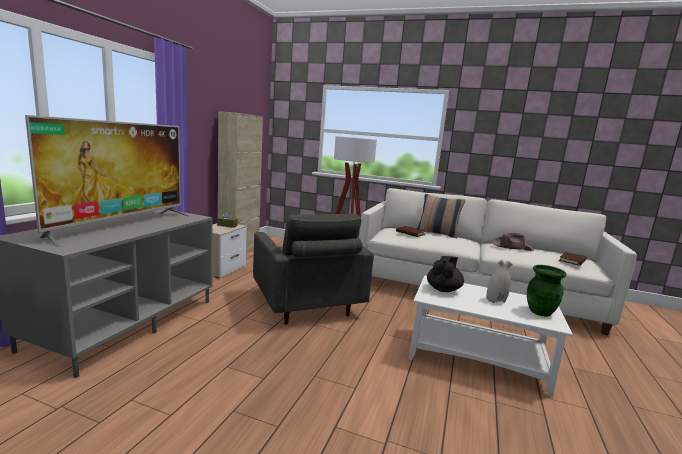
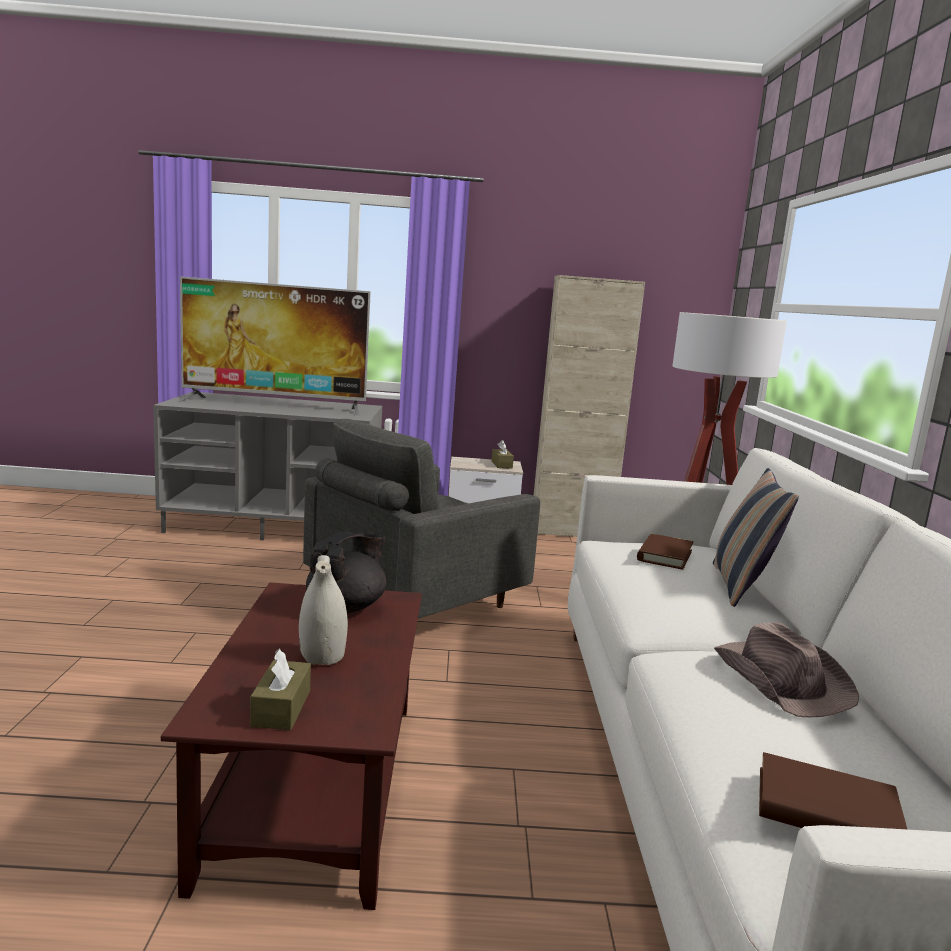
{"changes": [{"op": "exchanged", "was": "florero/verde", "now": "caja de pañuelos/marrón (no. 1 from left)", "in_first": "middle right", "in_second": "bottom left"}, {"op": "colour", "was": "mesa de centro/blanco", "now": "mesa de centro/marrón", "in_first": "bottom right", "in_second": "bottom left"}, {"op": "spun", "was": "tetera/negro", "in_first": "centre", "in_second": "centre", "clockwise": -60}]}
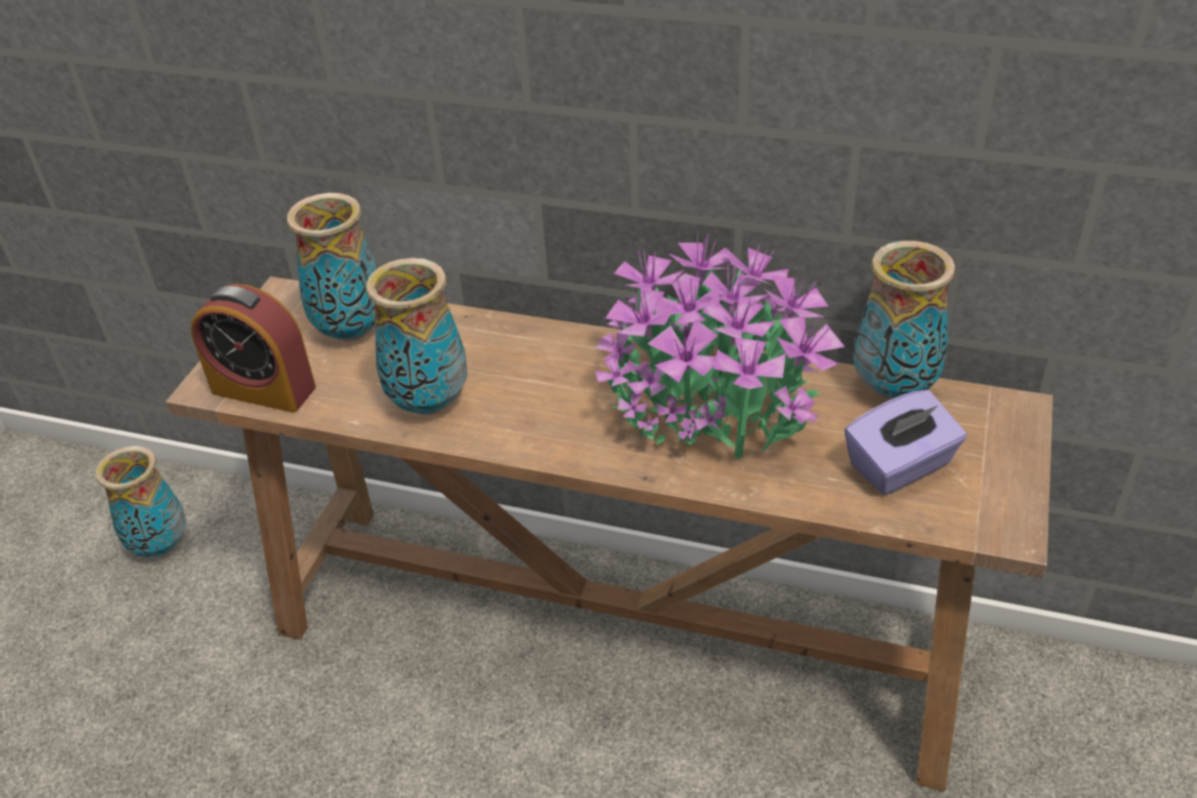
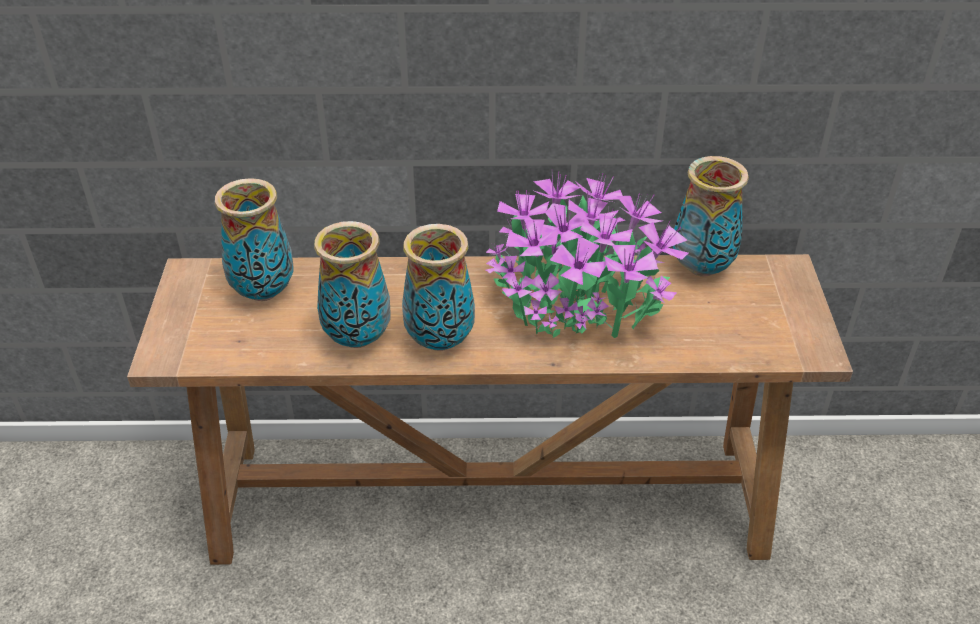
{"changes": [{"op": "missing", "was": "despertador", "in_first": "middle left"}, {"op": "missing", "was": "caja de pañuelos/morado", "in_first": "middle right"}, {"op": "relocated", "was": "florero (no. 1 from left in the first image)", "now": "florero (no. 3 from left)", "in_first": "middle left", "in_second": "centre"}]}
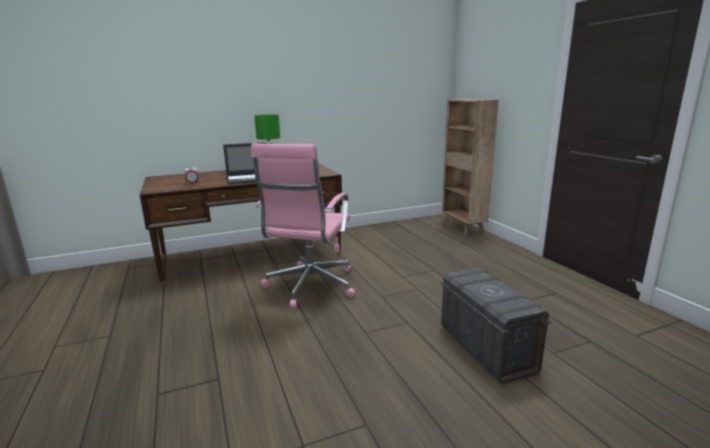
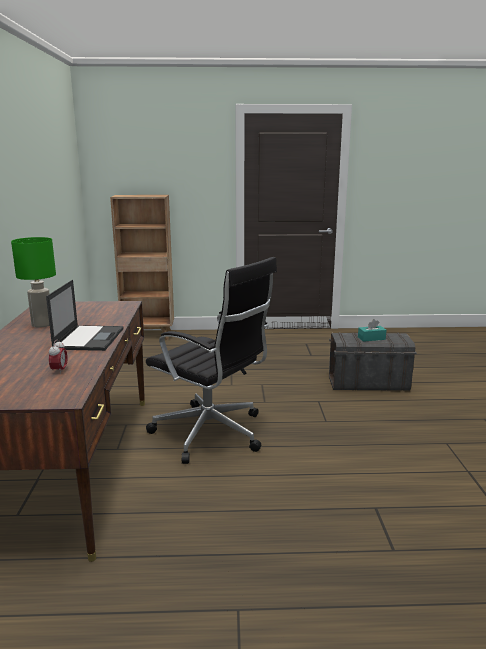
{"changes": [{"op": "appeared", "now": "caja de pañuelos/turquesa", "in_second": "middle right"}, {"op": "colour", "was": "silla de oficina/rosa", "now": "silla de oficina/negro", "in_first": "centre", "in_second": "centre"}]}
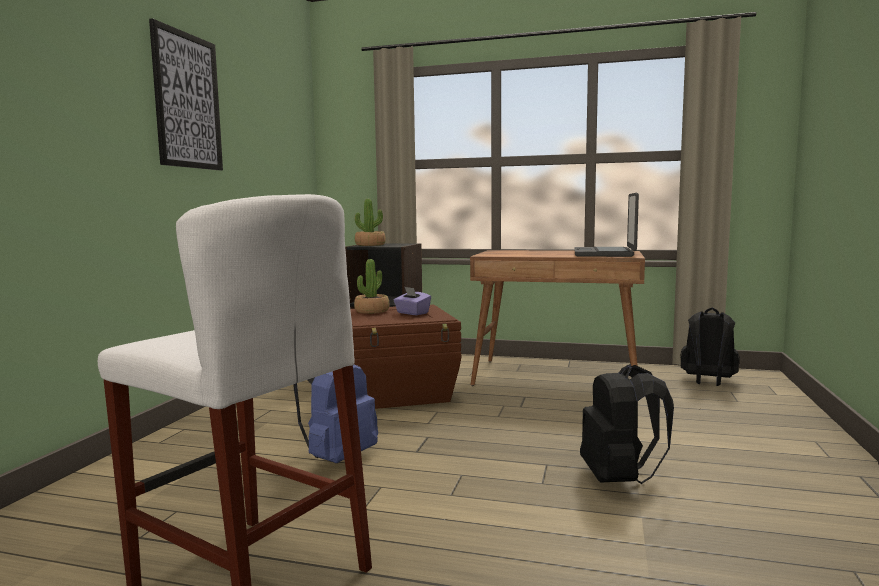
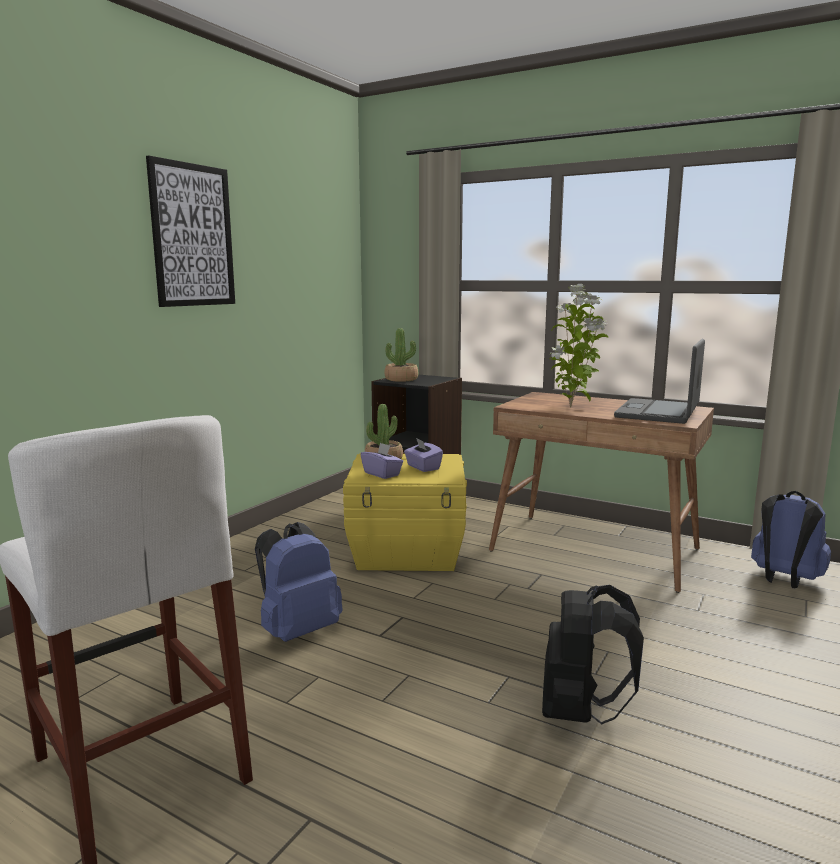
{"changes": [{"op": "appeared", "now": "caja de pañuelos/morado (no. 1 from left)", "in_second": "centre"}, {"op": "appeared", "now": "planta en maceta (no. 3 from left)", "in_second": "middle right"}, {"op": "colour", "was": "caja de almacenaje/marrón", "now": "caja de almacenaje/amarillo", "in_first": "centre", "in_second": "centre"}, {"op": "colour", "was": "mochila/negro (no. 2 from left)", "now": "mochila/azul (no. 2 from left)", "in_first": "middle right", "in_second": "middle right"}]}
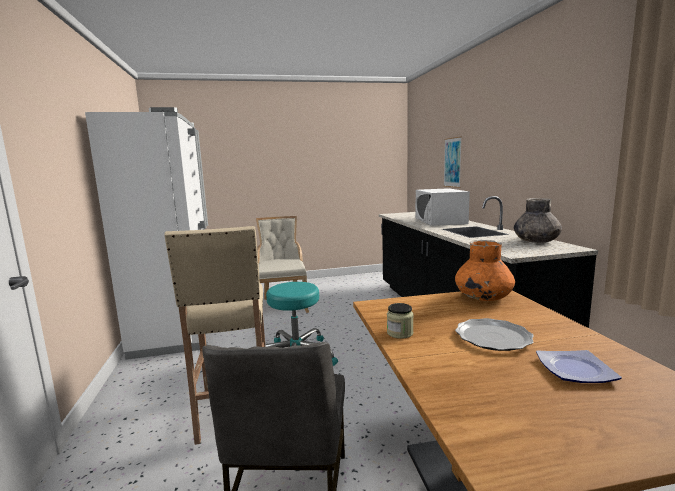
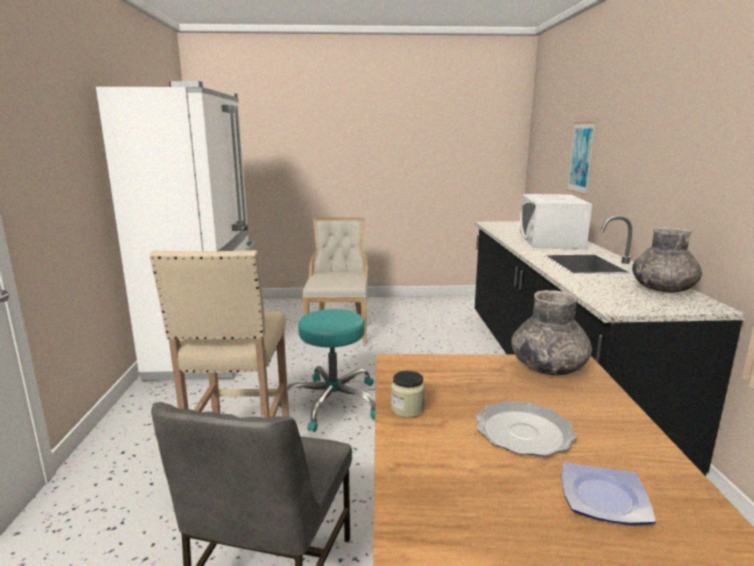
{"changes": [{"op": "colour", "was": "florero/naranja", "now": "florero/gris (no. 1 from left)", "in_first": "middle right", "in_second": "middle right"}]}
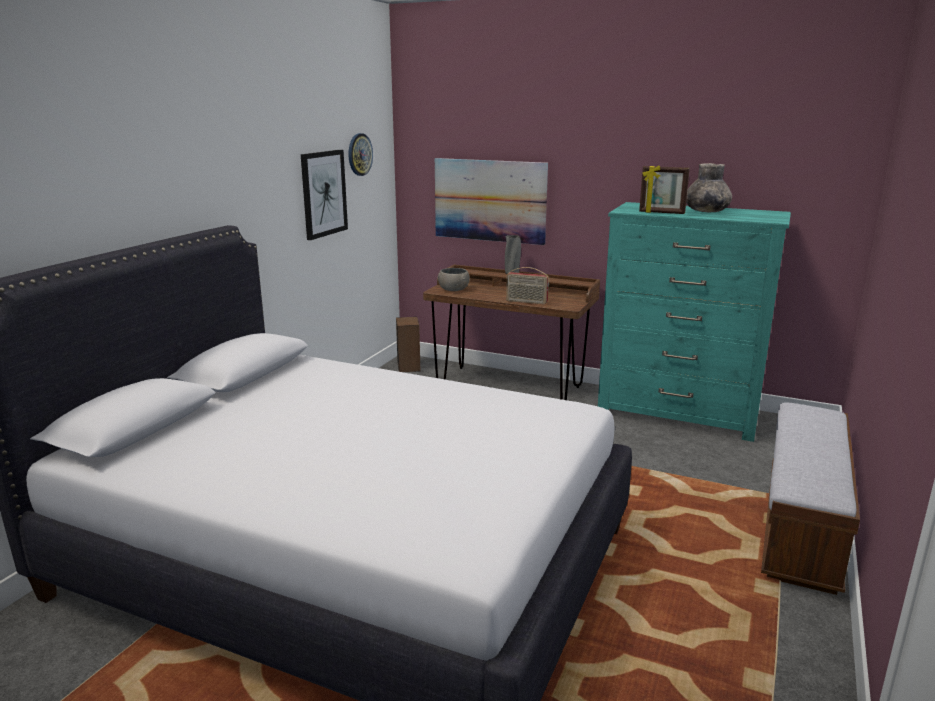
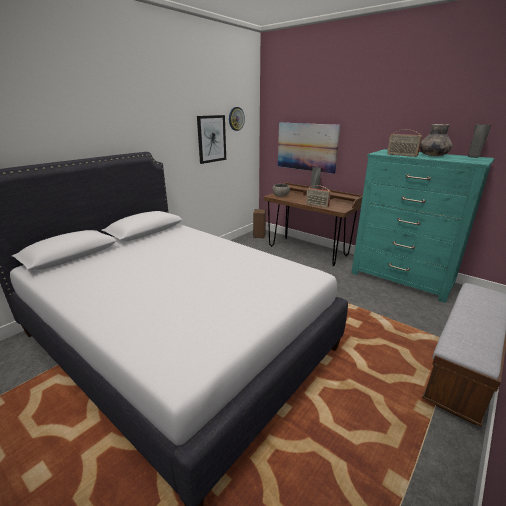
{"changes": [{"op": "appeared", "now": "florero/gris (no. 3 from left)", "in_second": "top right"}, {"op": "exchanged", "was": "portarretratos", "now": "radio (no. 2 from left)", "in_first": "top right", "in_second": "top right"}]}
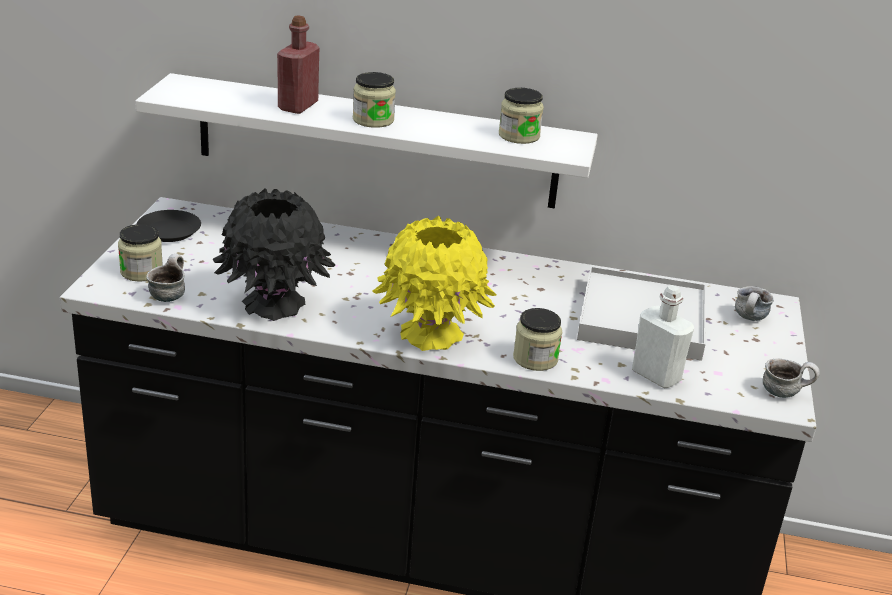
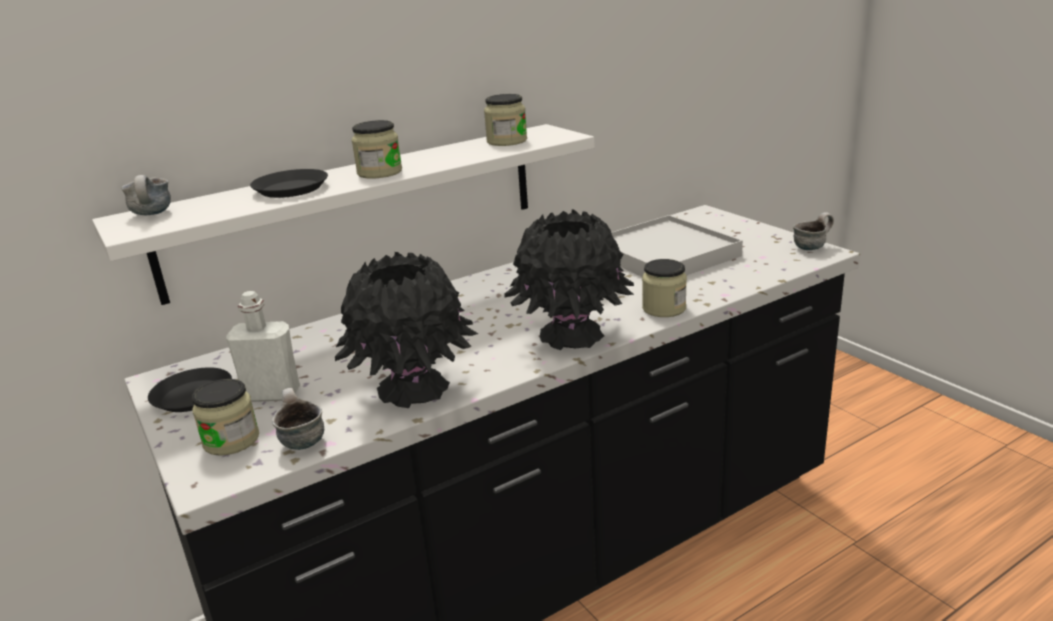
{"changes": [{"op": "relocated", "was": "botella/blanco", "in_first": "middle right", "in_second": "middle left"}, {"op": "relocated", "was": "taza grande (no. 2 from left in the first image)", "now": "taza grande (no. 1 from left)", "in_first": "middle right", "in_second": "top left"}, {"op": "exchanged", "was": "botella/rojo", "now": "plato/negro (no. 2 from left)", "in_first": "top centre", "in_second": "top left"}, {"op": "colour", "was": "florero/amarillo", "now": "florero/negro (no. 2 from left)", "in_first": "centre", "in_second": "centre"}]}
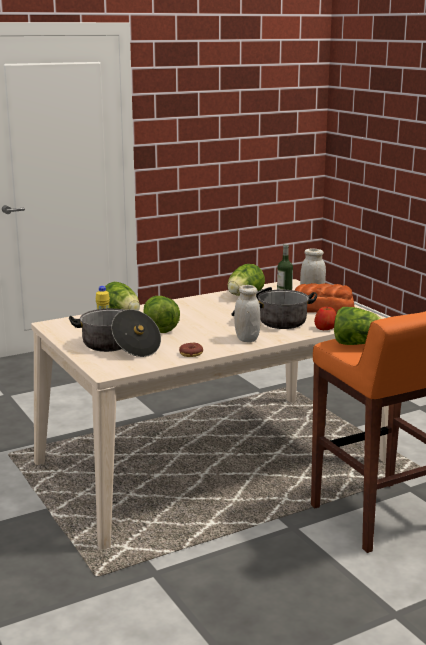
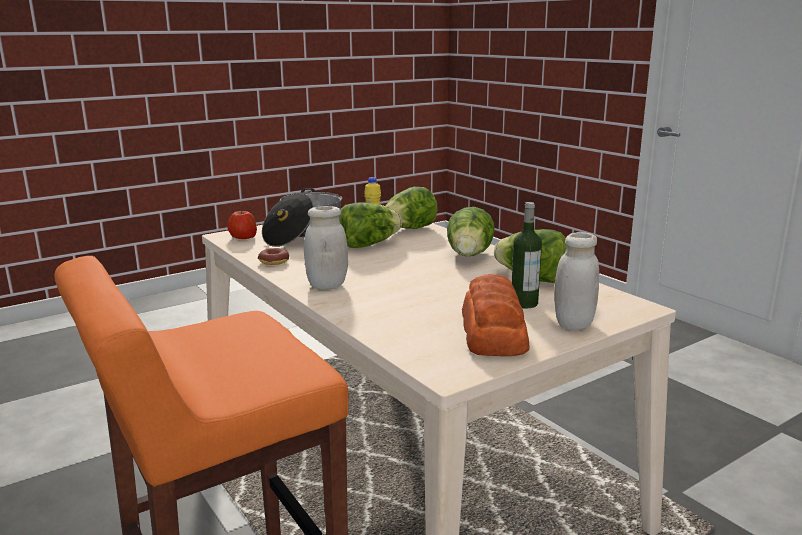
{"changes": [{"op": "missing", "was": "olla (no. 2 from left)", "in_first": "centre"}, {"op": "relocated", "was": "manzana", "in_first": "middle right", "in_second": "middle left"}, {"op": "relocated", "was": "lechuga (no. 4 from left in the first image)", "now": "lechuga (no. 3 from left)", "in_first": "middle right", "in_second": "centre"}]}
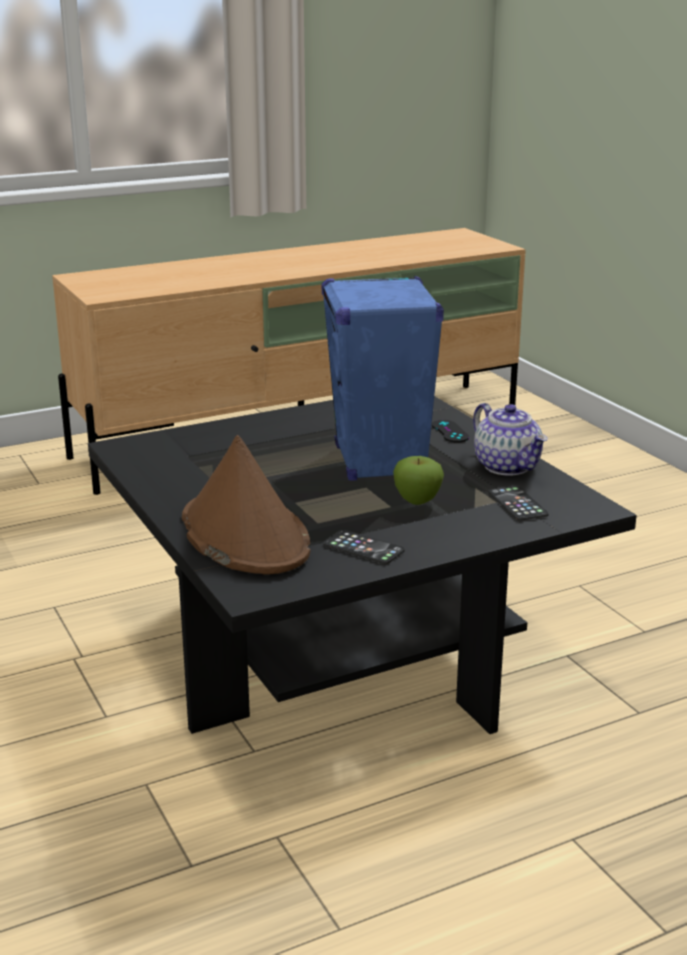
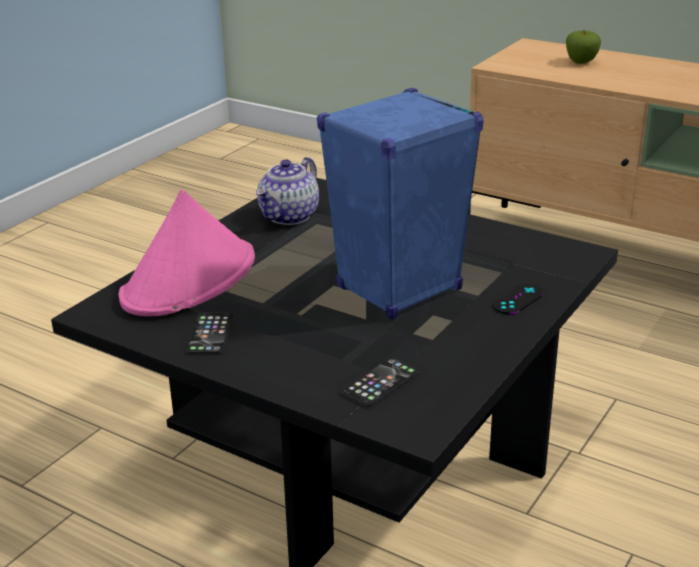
{"changes": [{"op": "relocated", "was": "manzana", "in_first": "centre", "in_second": "top right"}, {"op": "relocated", "was": "tetera", "in_first": "middle right", "in_second": "centre"}, {"op": "colour", "was": "sombrero/marrón", "now": "sombrero/rosa", "in_first": "centre", "in_second": "middle left"}]}
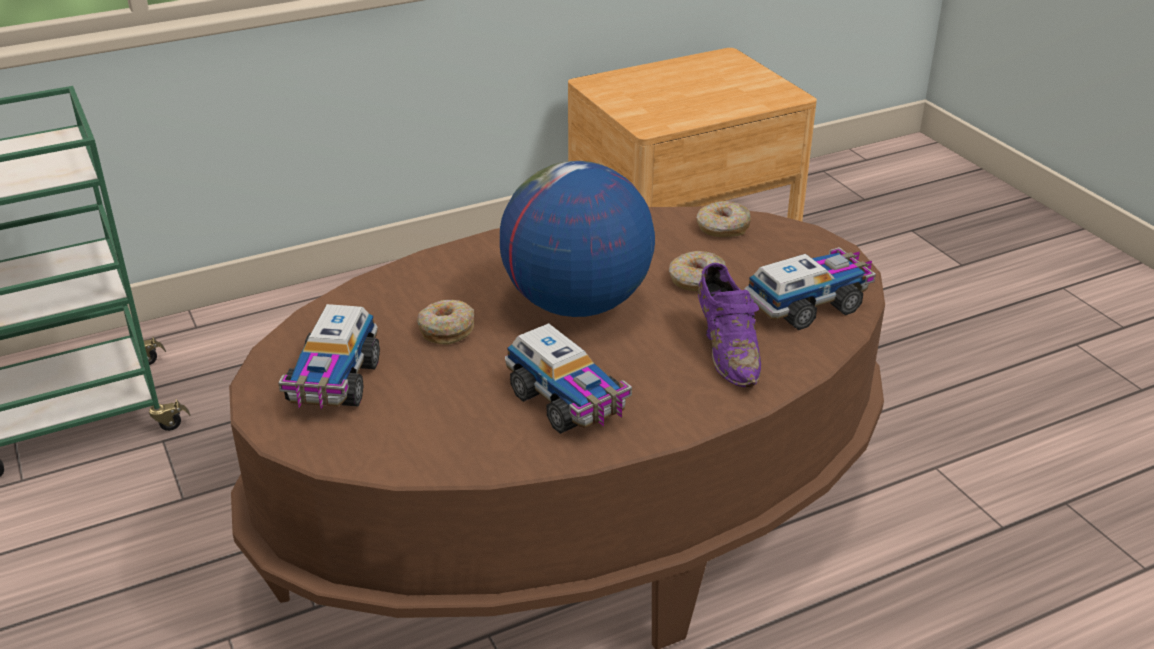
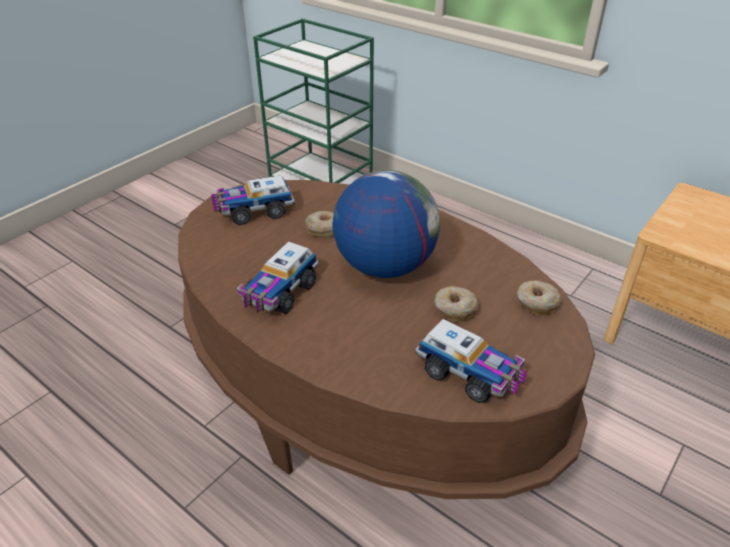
{"changes": [{"op": "missing", "was": "zapato/morado", "in_first": "centre"}]}
